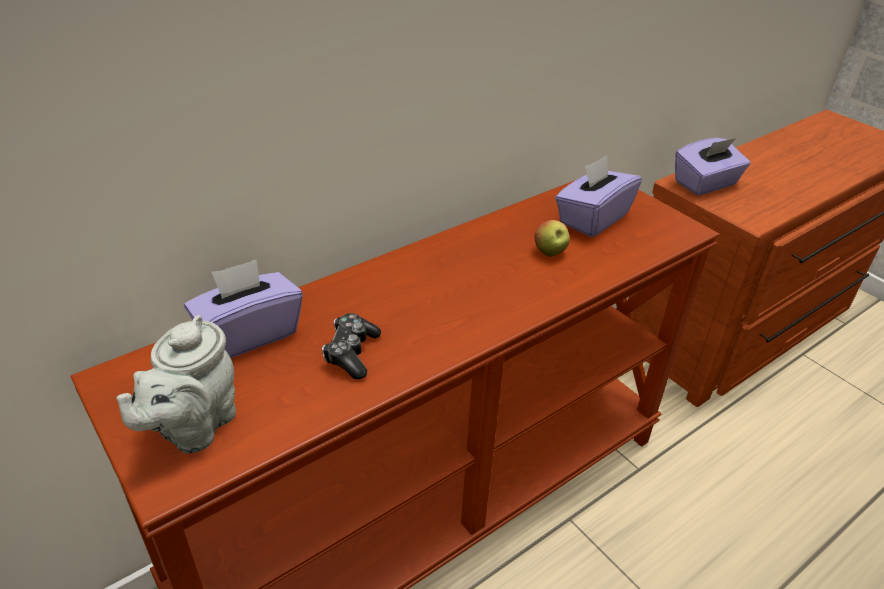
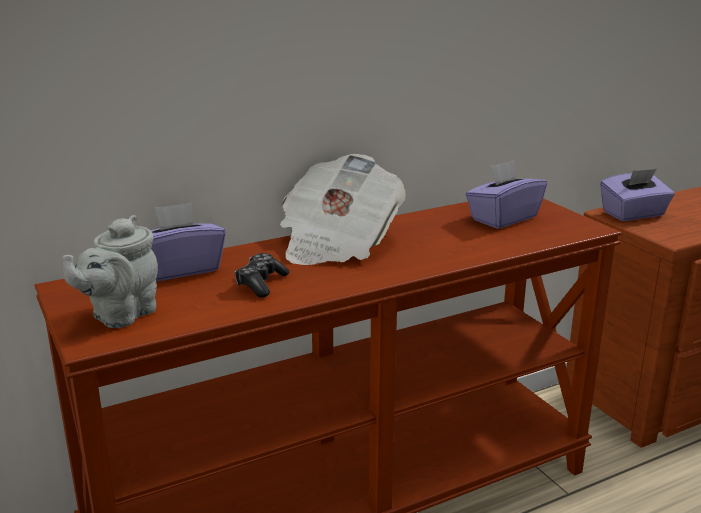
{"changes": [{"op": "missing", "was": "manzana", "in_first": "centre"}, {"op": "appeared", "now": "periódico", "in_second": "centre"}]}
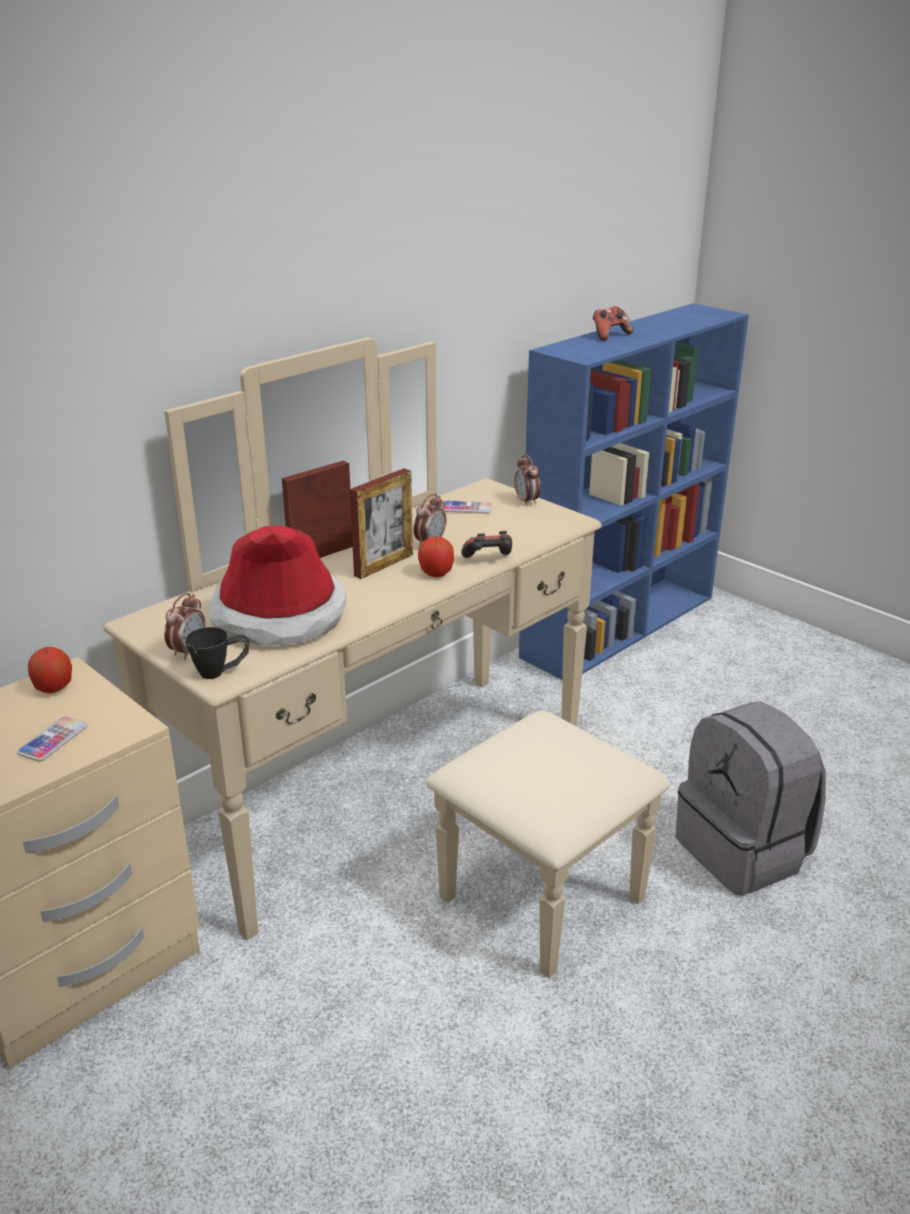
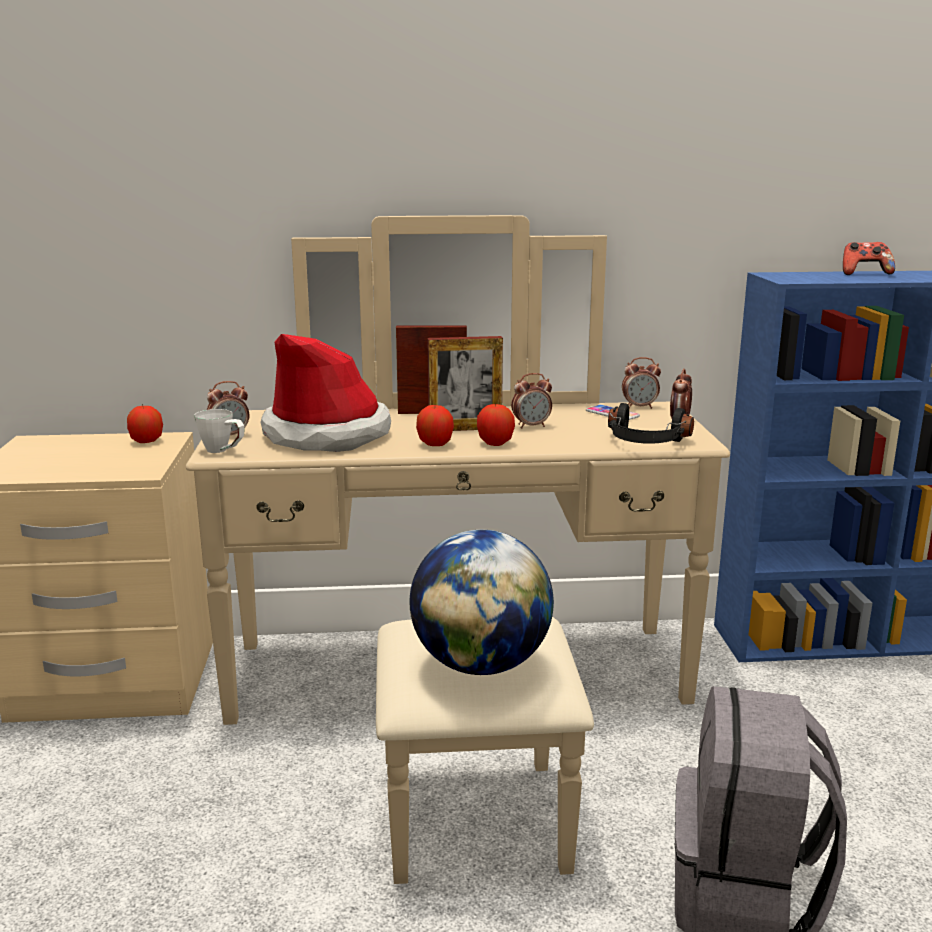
{"changes": [{"op": "missing", "was": "móvil (no. 1 from left)", "in_first": "middle left"}, {"op": "missing", "was": "mando de consola (no. 1 from left)", "in_first": "centre"}, {"op": "appeared", "now": "globo terráqueo", "in_second": "centre"}, {"op": "appeared", "now": "manzana (no. 2 from left)", "in_second": "centre"}, {"op": "appeared", "now": "auriculares/negro", "in_second": "middle right"}, {"op": "appeared", "now": "despertador (no. 3 from left)", "in_second": "middle right"}, {"op": "colour", "was": "taza grande/negro", "now": "taza grande/blanco", "in_first": "middle left", "in_second": "middle left"}]}
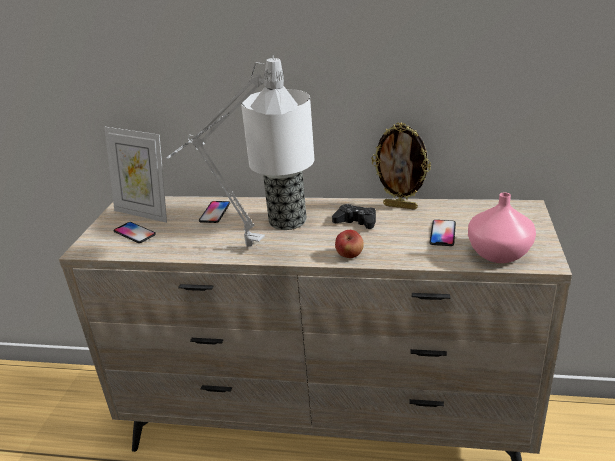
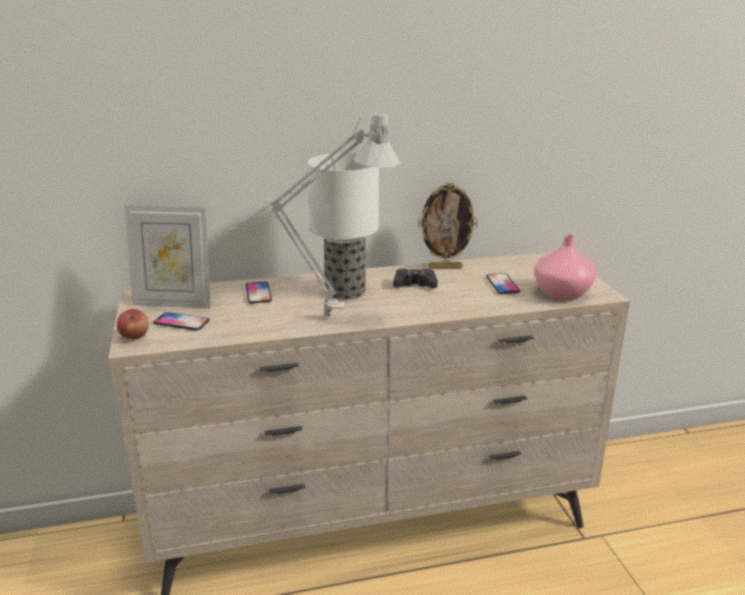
{"changes": [{"op": "relocated", "was": "manzana", "in_first": "centre", "in_second": "middle left"}]}
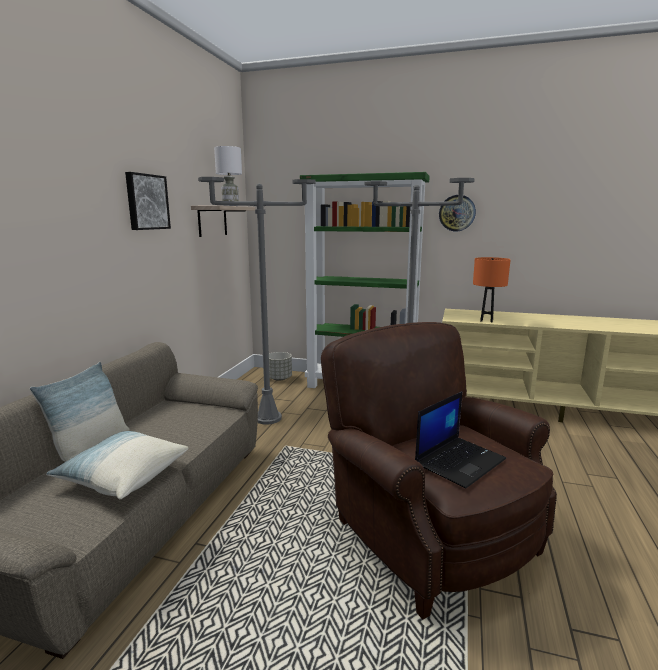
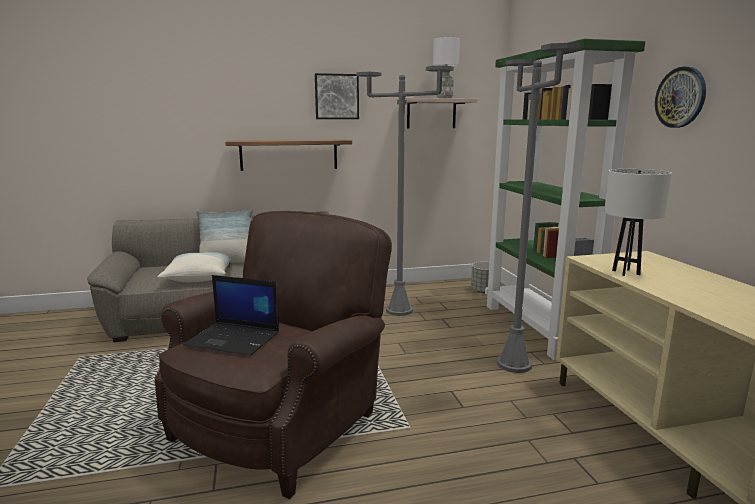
{"changes": [{"op": "appeared", "now": "estante (no. 1 from left)", "in_second": "top centre"}, {"op": "colour", "was": "lámpara de mesa/naranja", "now": "lámpara de mesa/blanco (no. 2 from left)", "in_first": "middle right", "in_second": "middle right"}]}
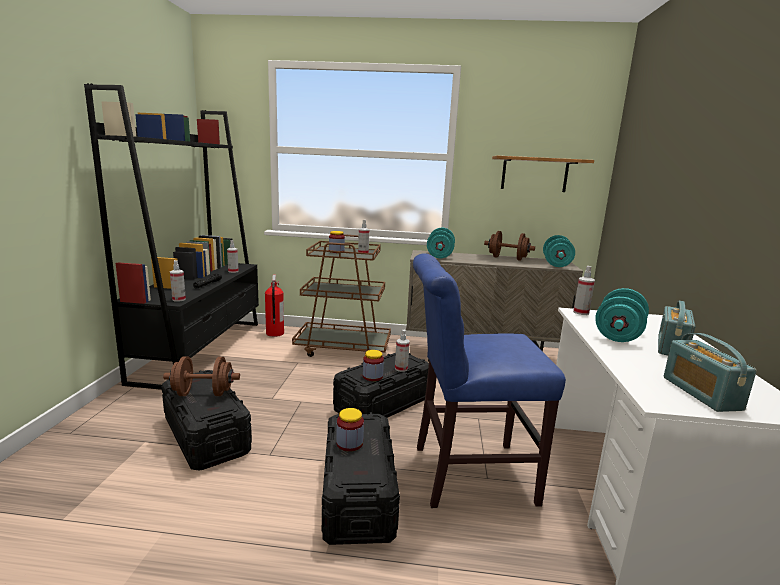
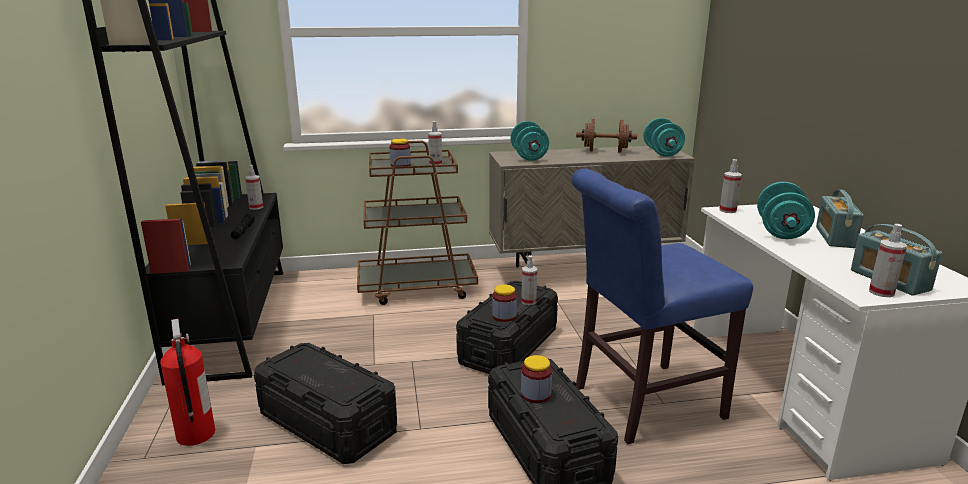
{"changes": [{"op": "missing", "was": "mancuerna/marrón (no. 1 from left)", "in_first": "middle left"}, {"op": "missing", "was": "estante", "in_first": "top right"}, {"op": "relocated", "was": "pulverizador (no. 1 from left in the first image)", "now": "pulverizador (no. 5 from left)", "in_first": "middle left", "in_second": "middle right"}, {"op": "relocated", "was": "extintor", "in_first": "centre", "in_second": "bottom left"}]}
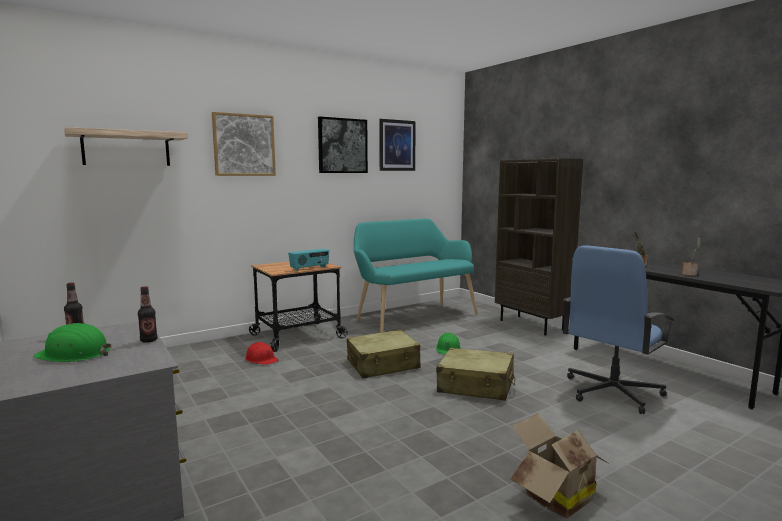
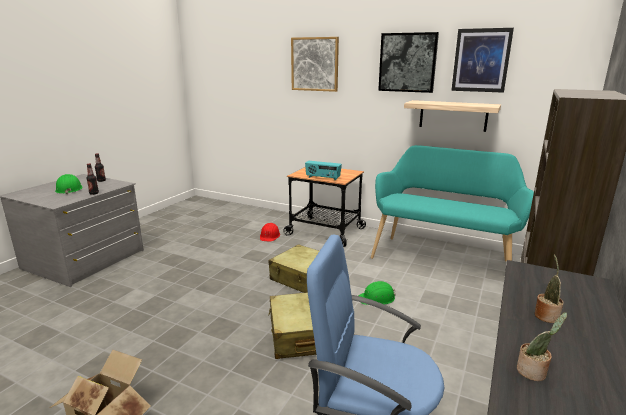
{"changes": [{"op": "relocated", "was": "estante", "in_first": "top left", "in_second": "top right"}]}
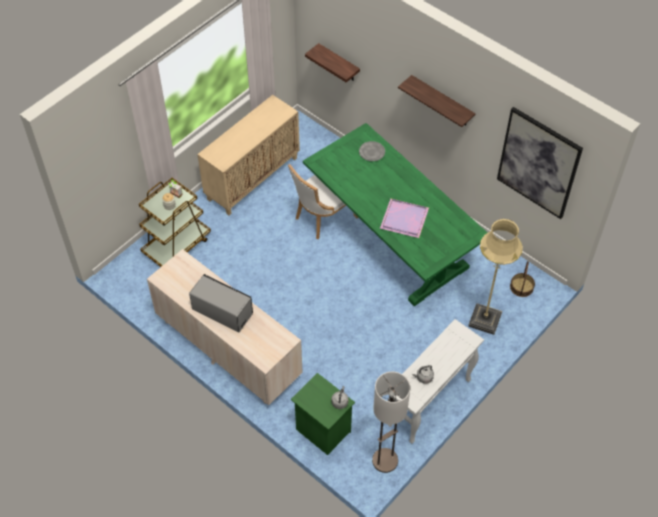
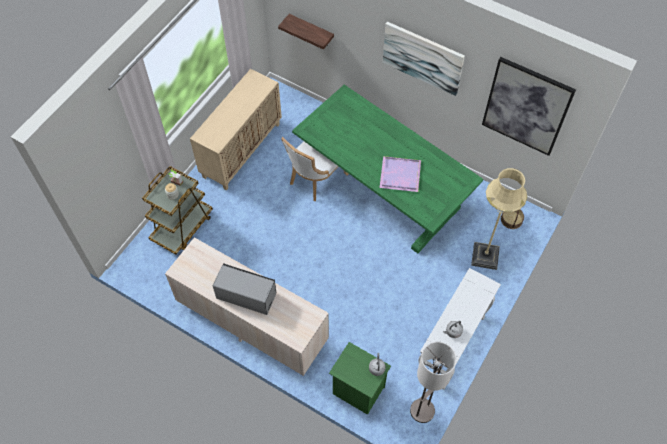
{"changes": [{"op": "missing", "was": "plato/gris", "in_first": "top centre"}, {"op": "exchanged", "was": "estante (no. 2 from left)", "now": "cuadro (no. 1 from left)", "in_first": "top centre", "in_second": "top centre"}]}
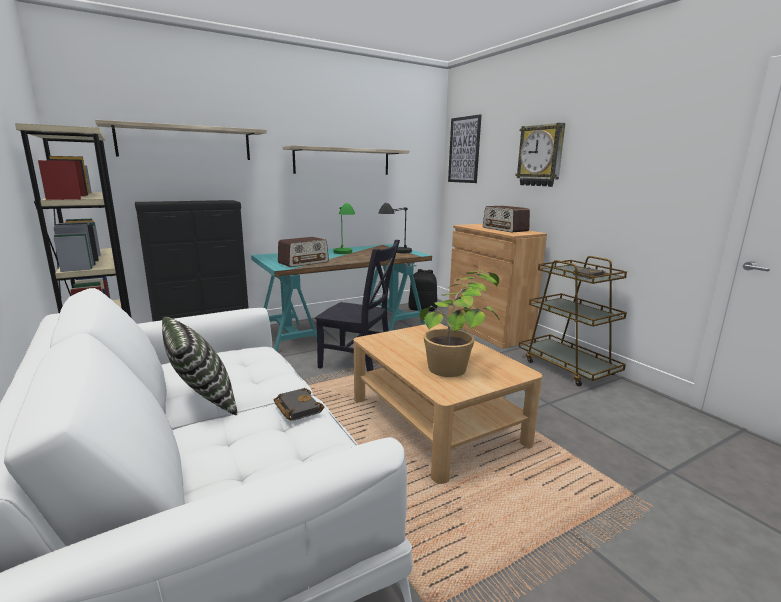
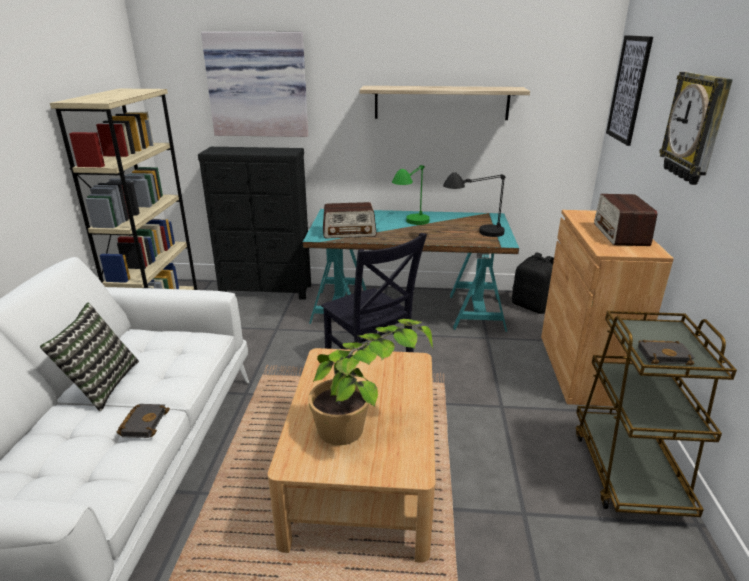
{"changes": [{"op": "exchanged", "was": "estante (no. 1 from left)", "now": "cuadro (no. 1 from left)", "in_first": "top left", "in_second": "top centre"}]}
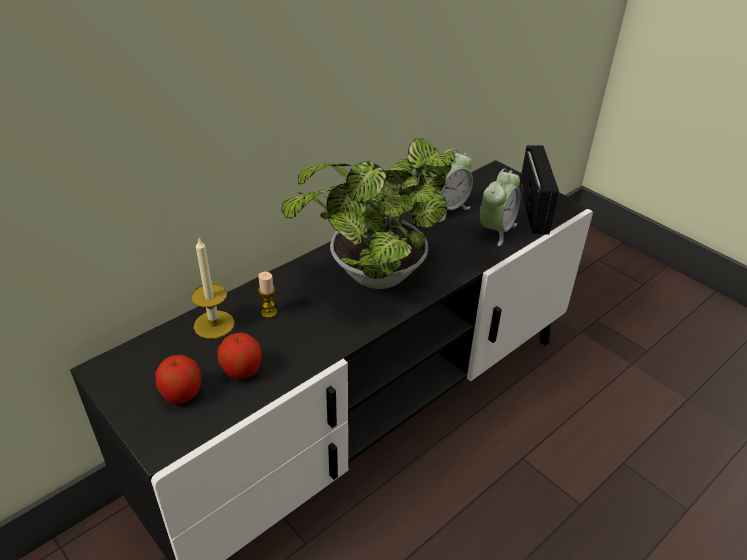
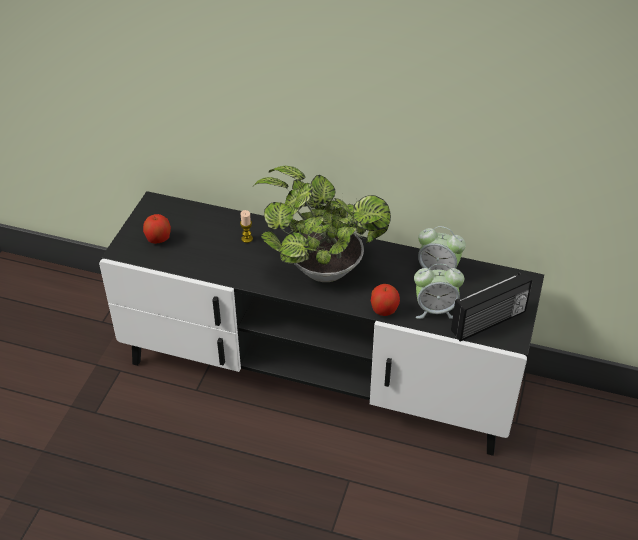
{"changes": [{"op": "missing", "was": "vela (no. 1 from left)", "in_first": "middle left"}, {"op": "relocated", "was": "manzana (no. 2 from left)", "in_first": "middle left", "in_second": "centre"}]}
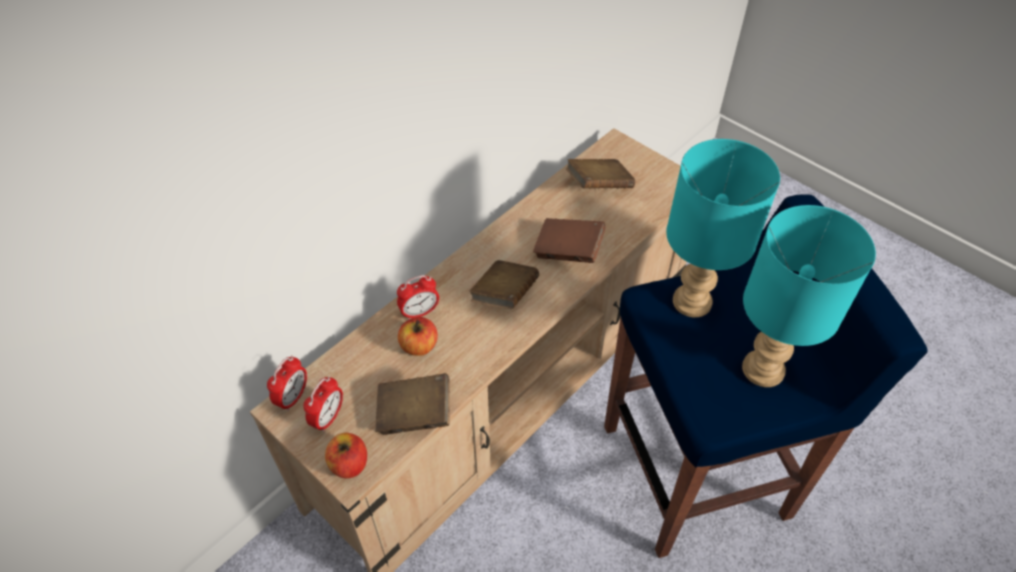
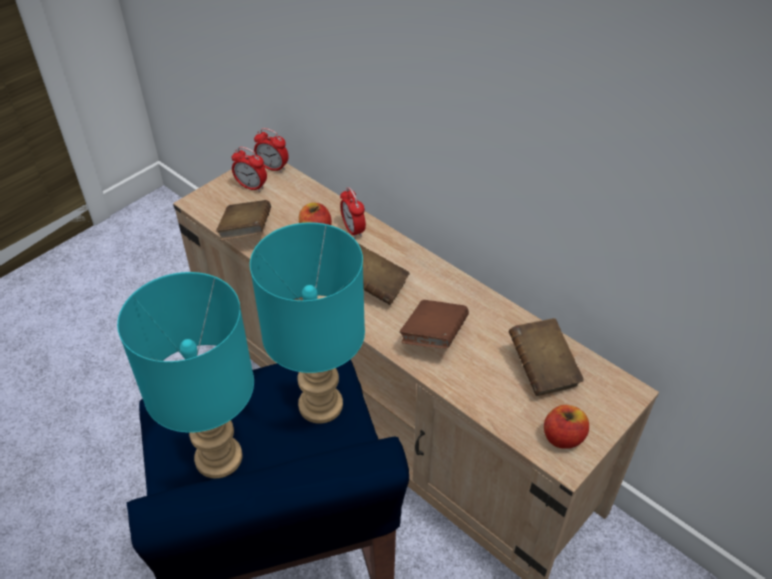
{"changes": [{"op": "relocated", "was": "manzana (no. 1 from left in the first image)", "now": "manzana (no. 2 from left)", "in_first": "bottom centre", "in_second": "bottom right"}]}
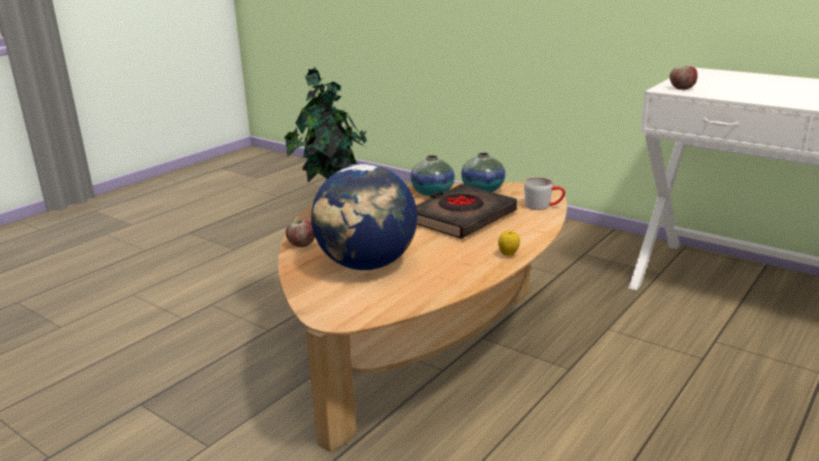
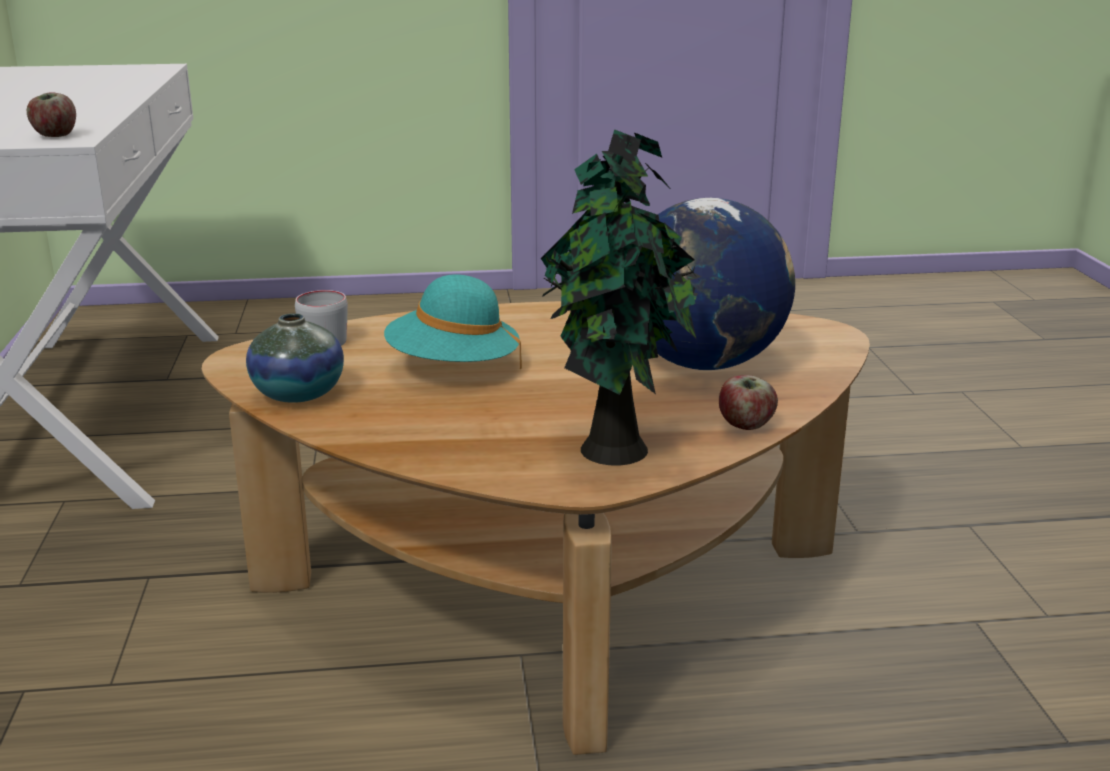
{"changes": [{"op": "missing", "was": "florero (no. 1 from left)", "in_first": "centre"}, {"op": "missing", "was": "manzana (no. 2 from left)", "in_first": "centre"}, {"op": "exchanged", "was": "libro/negro", "now": "sombrero/turquesa", "in_first": "centre", "in_second": "centre"}]}
